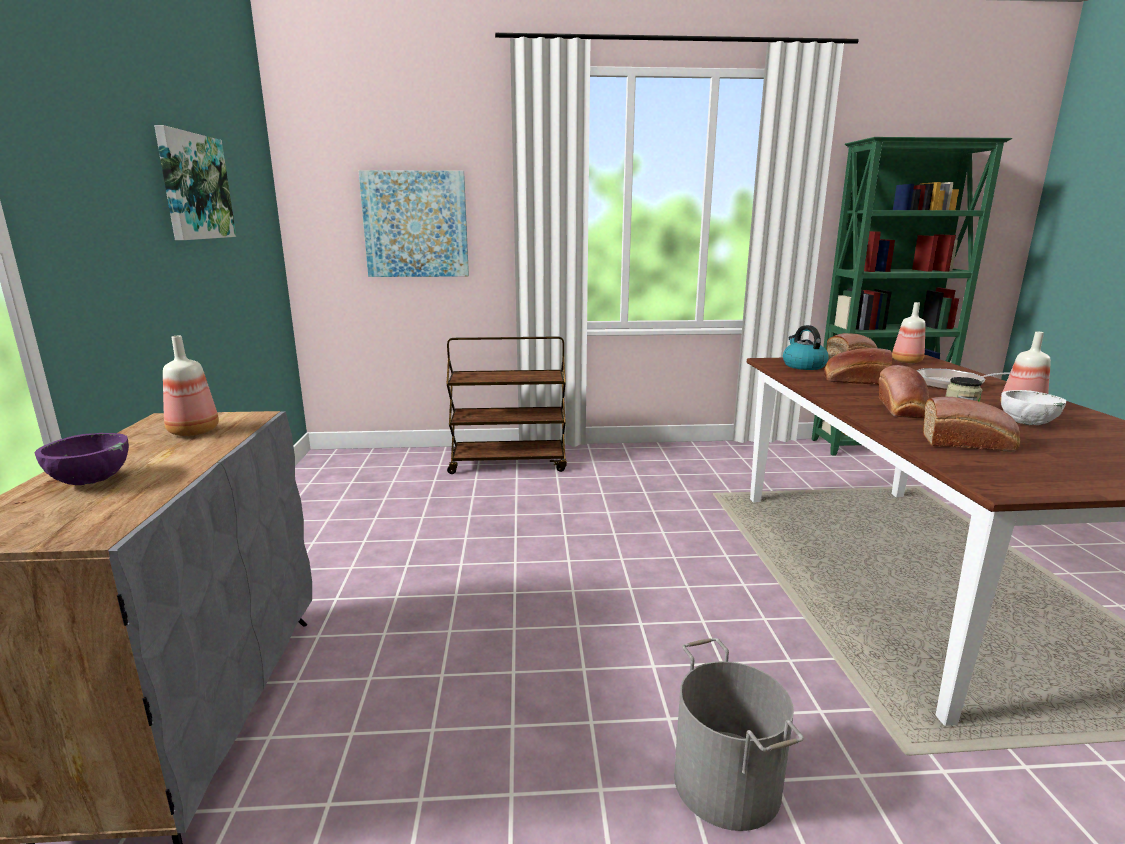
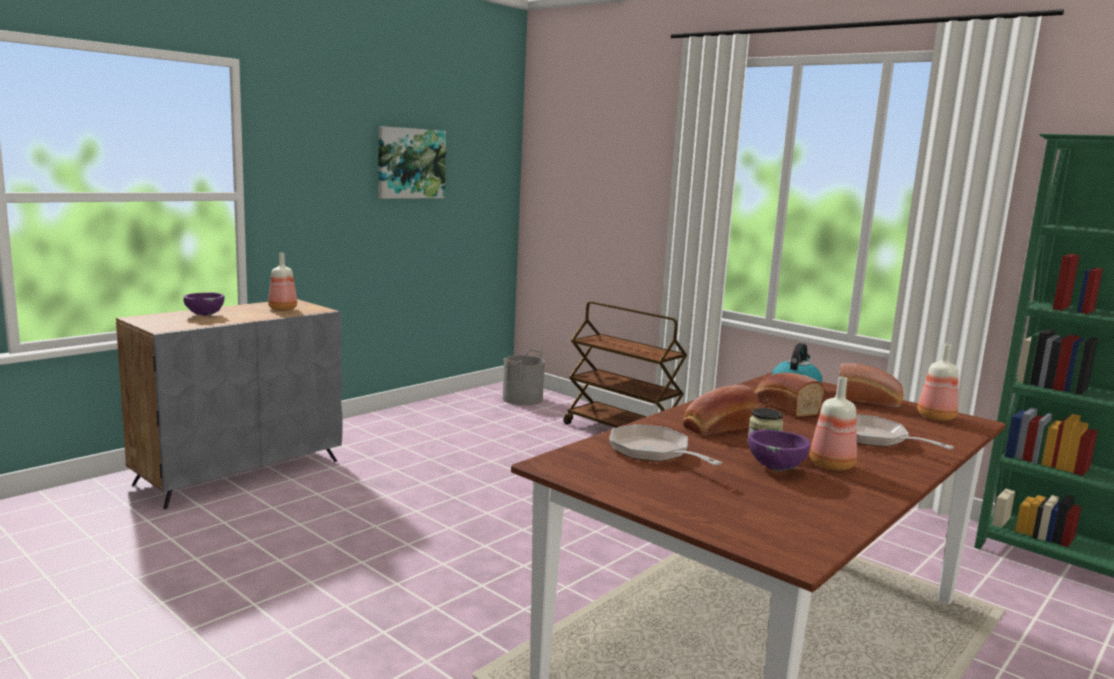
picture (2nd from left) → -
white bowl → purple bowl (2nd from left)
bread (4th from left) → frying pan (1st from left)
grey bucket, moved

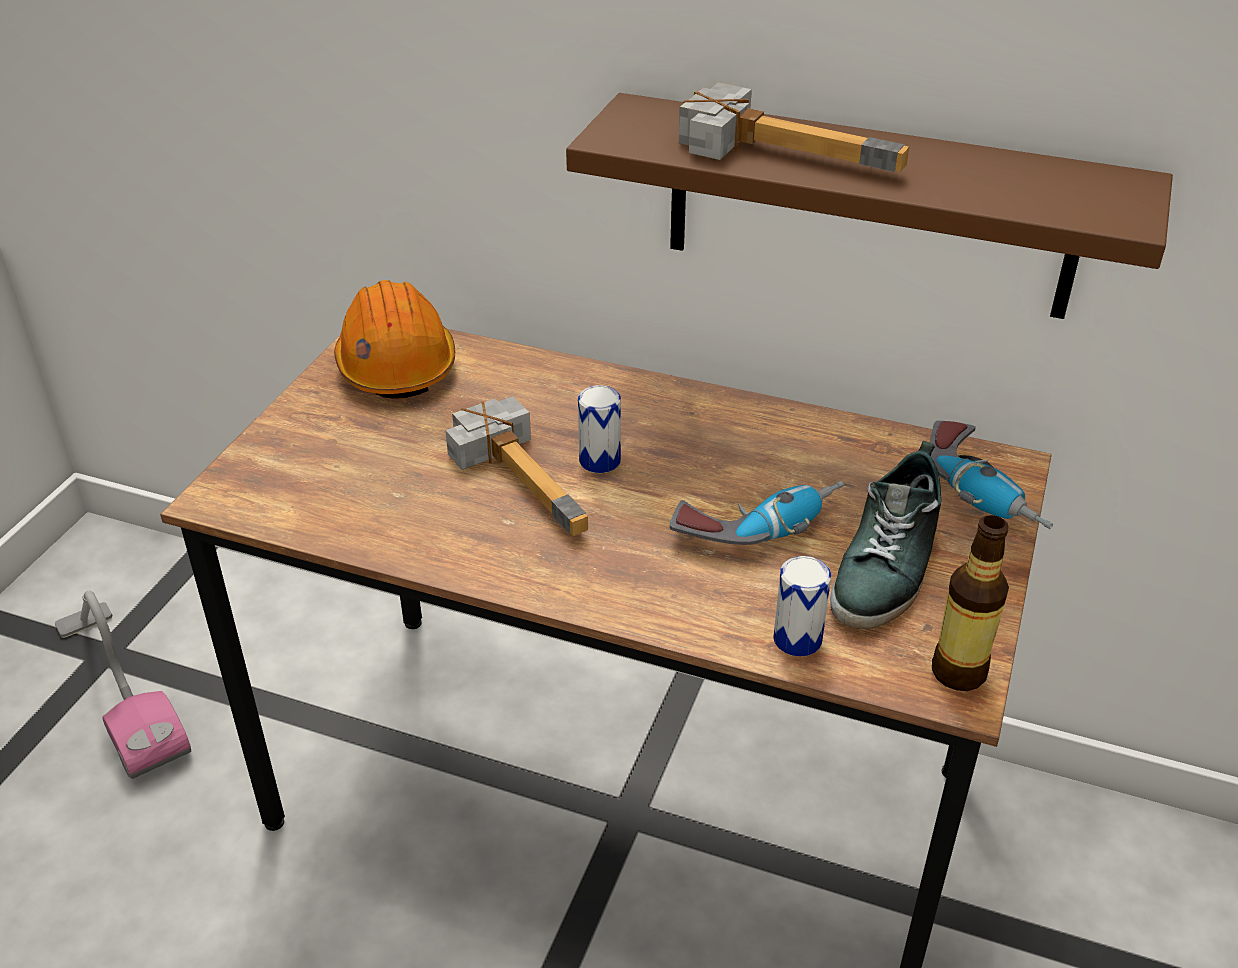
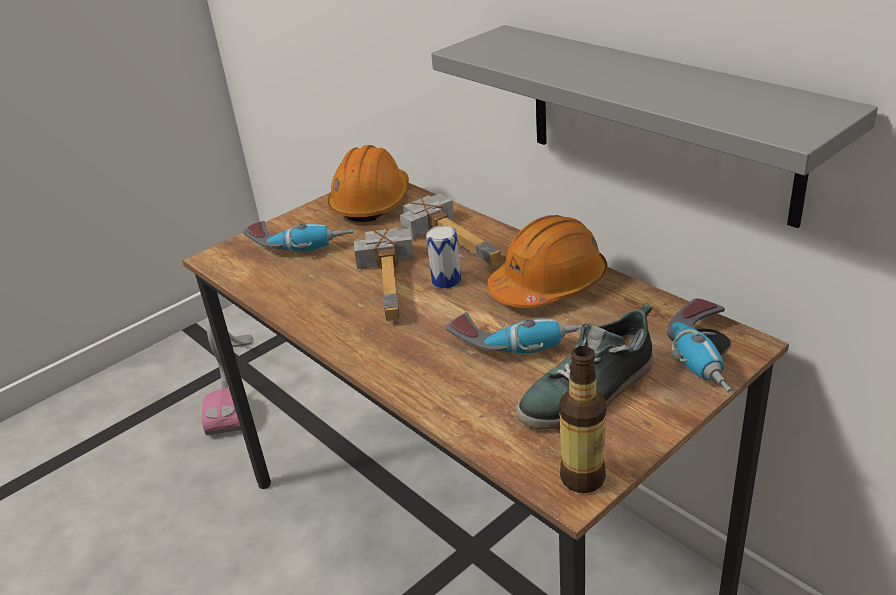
hammer (2nd from left), moved
brown shelf → grey shelf
can (2nd from left) → -
- → orange hard hat (2nd from left)
- → power drill (1st from left)

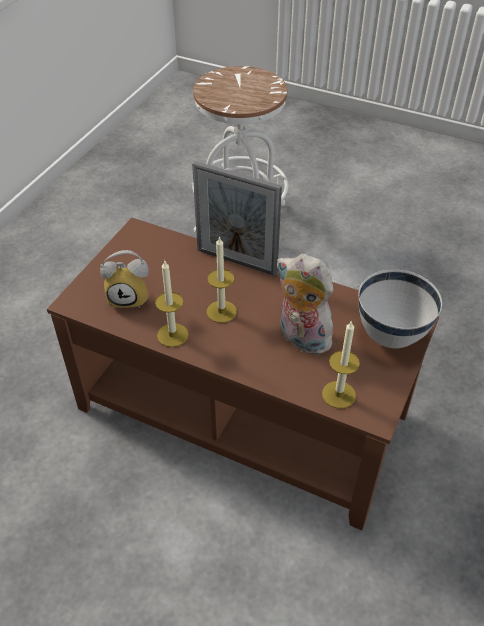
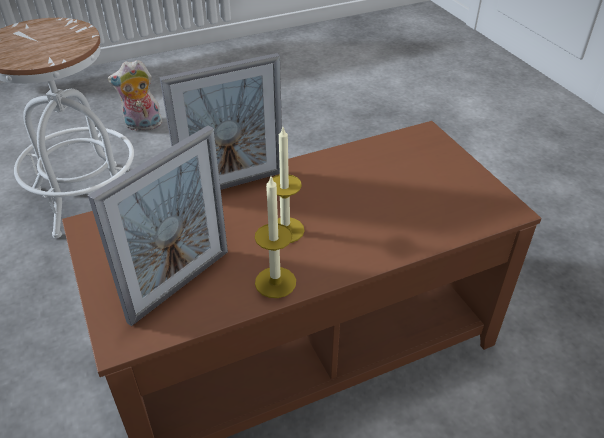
alarm clock → picture frame (1st from left)
plush toy, moved
white bowl → -
candle (3rd from left) → -

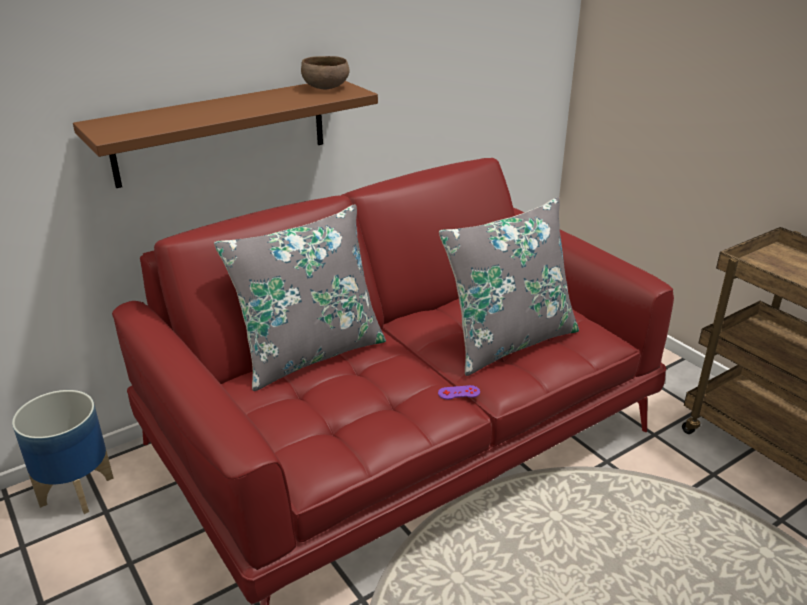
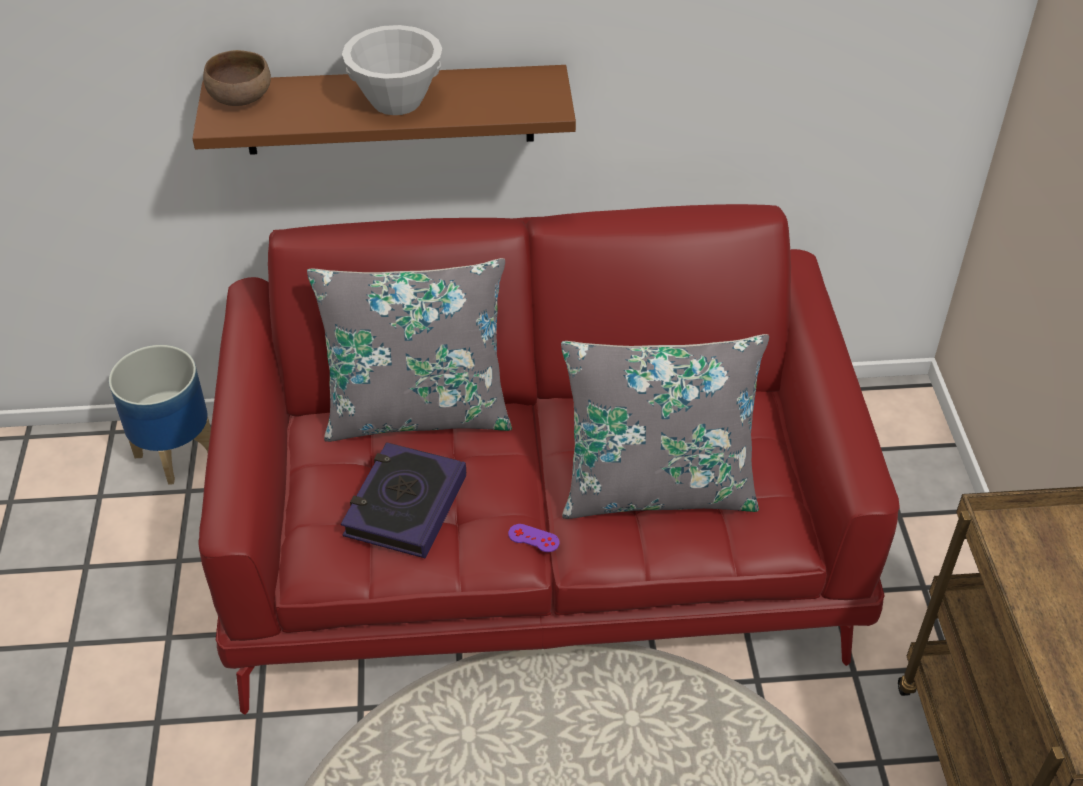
brown bowl, moved
- → white bowl
- → book

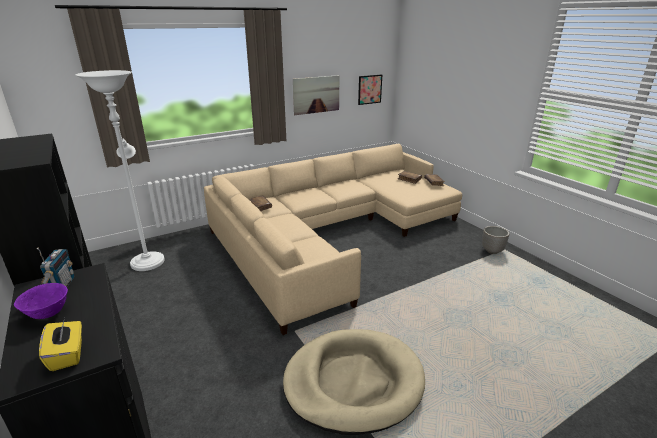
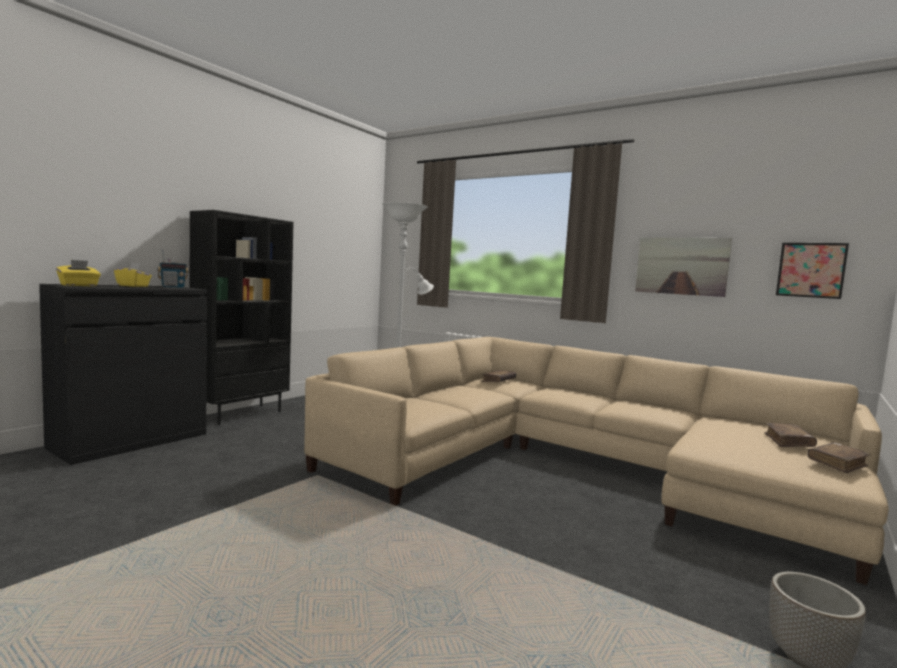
purple bowl → yellow tissue box (2nd from left)
beige dog bed → -

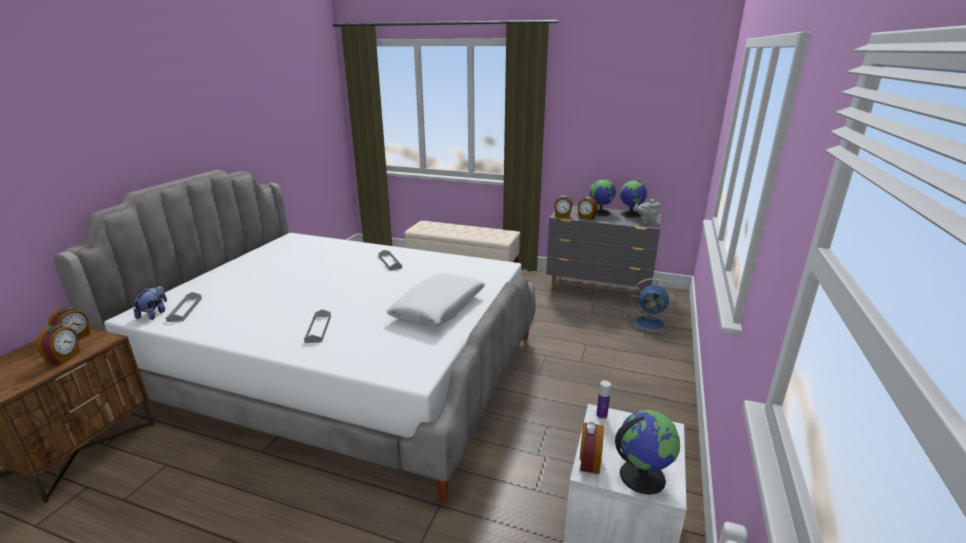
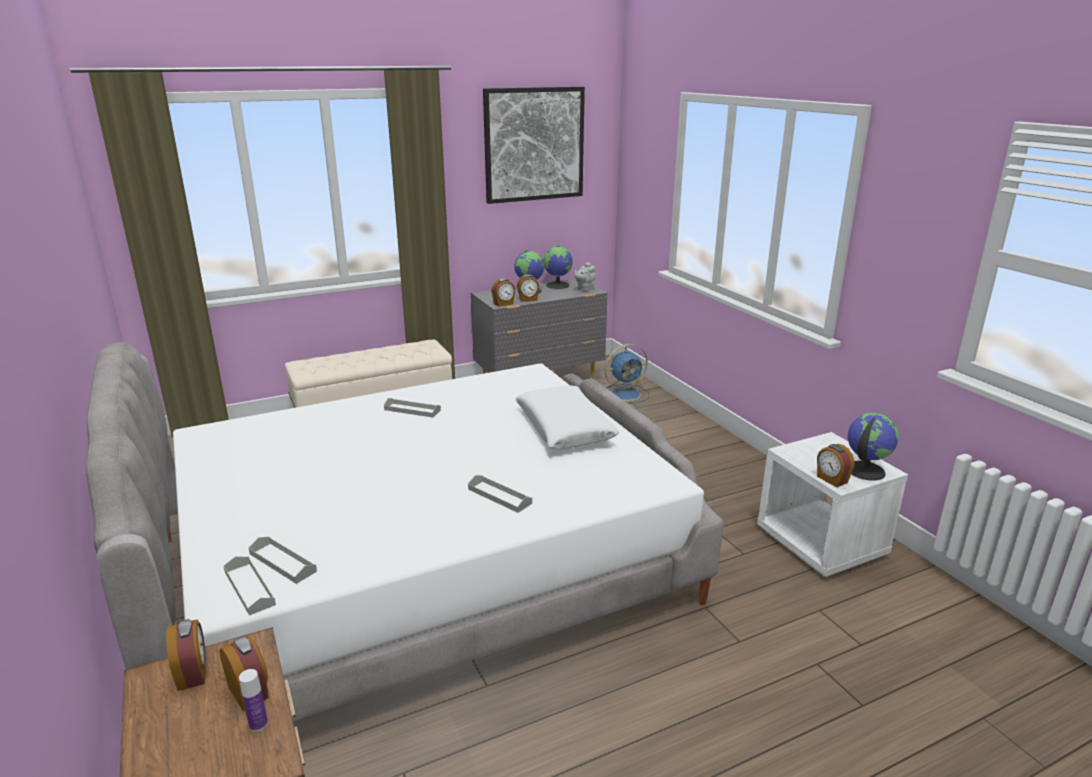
plush toy → grey tray (1st from left)
bottle, moved
- → picture

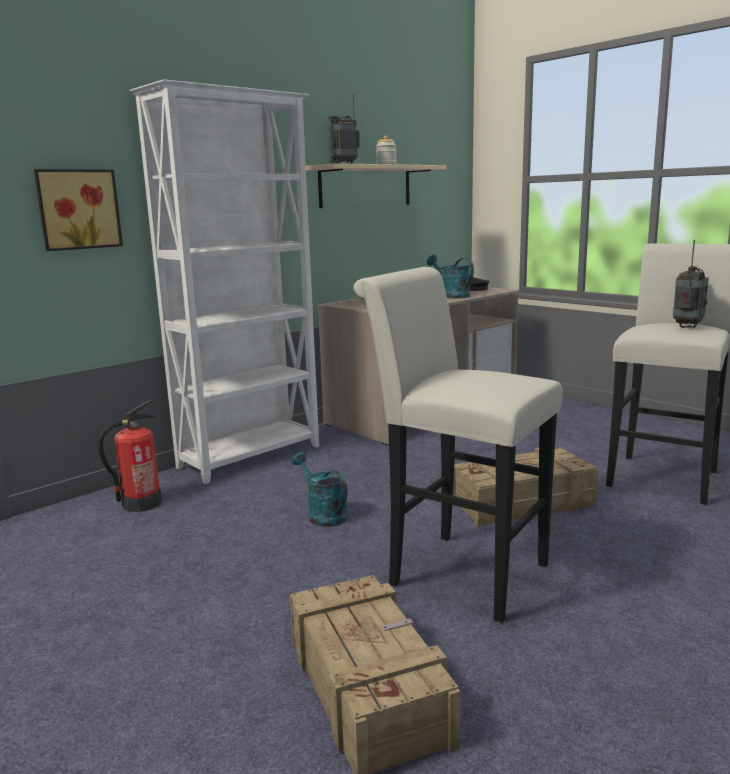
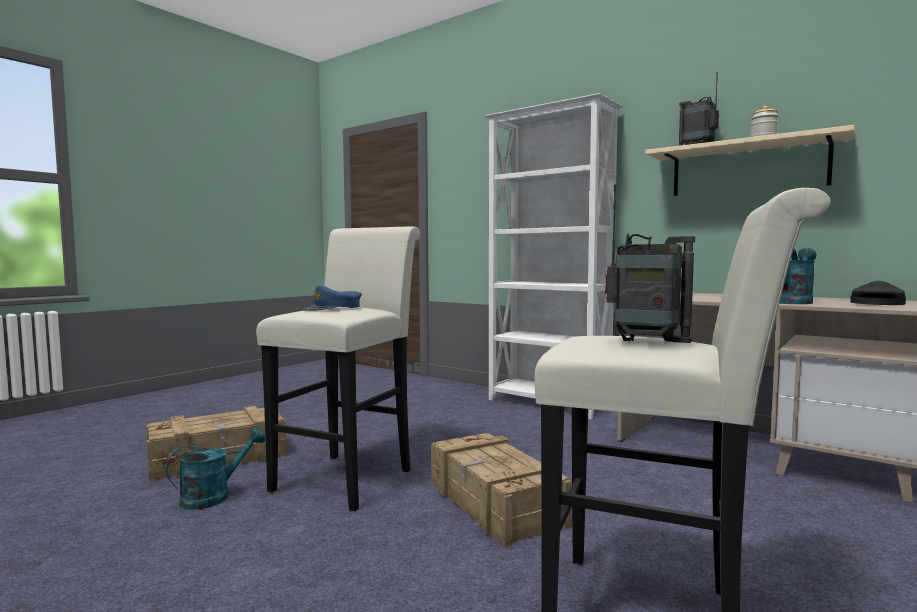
picture → -
fire extinguisher → -
turquoise watering can (1st from left), moved
- → blue cap

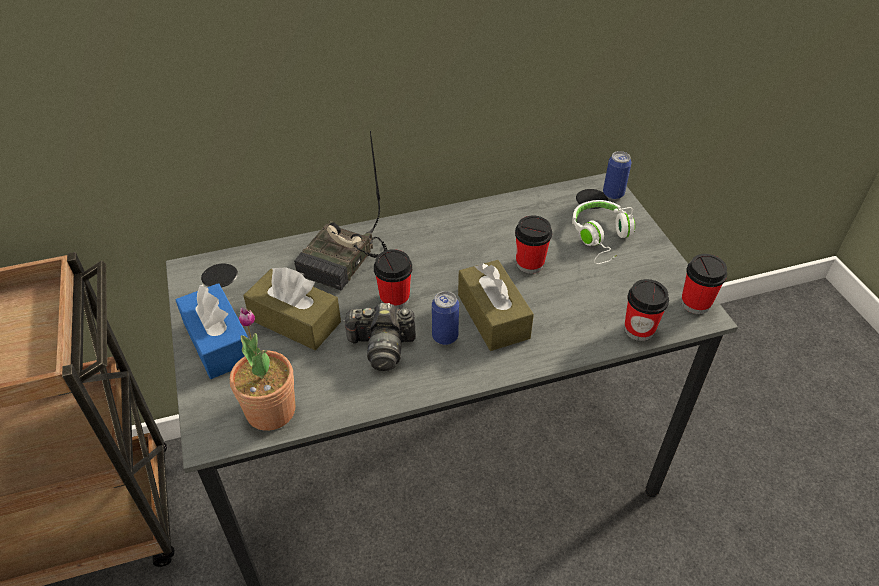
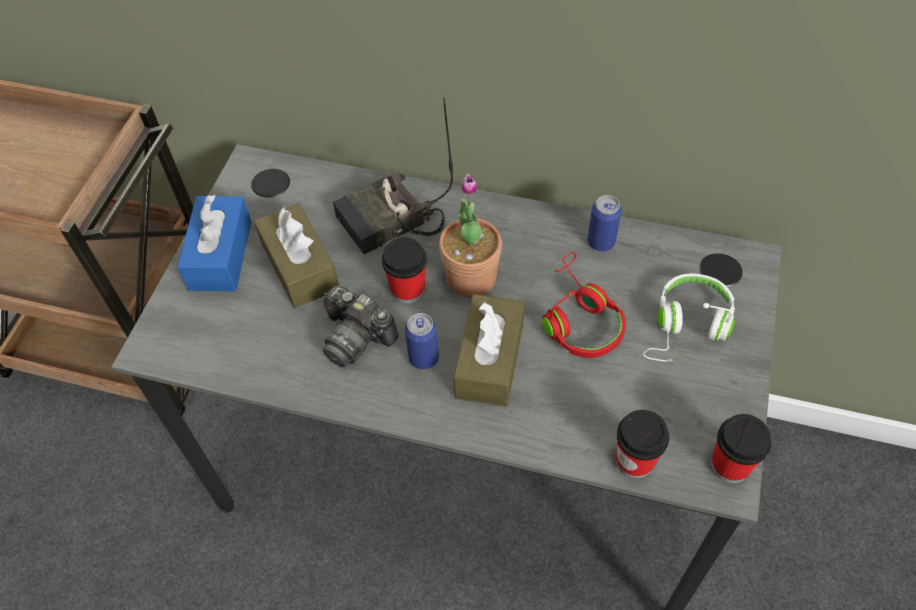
can (2nd from left), moved
cup (2nd from left) → red headphones
potted plant, moved

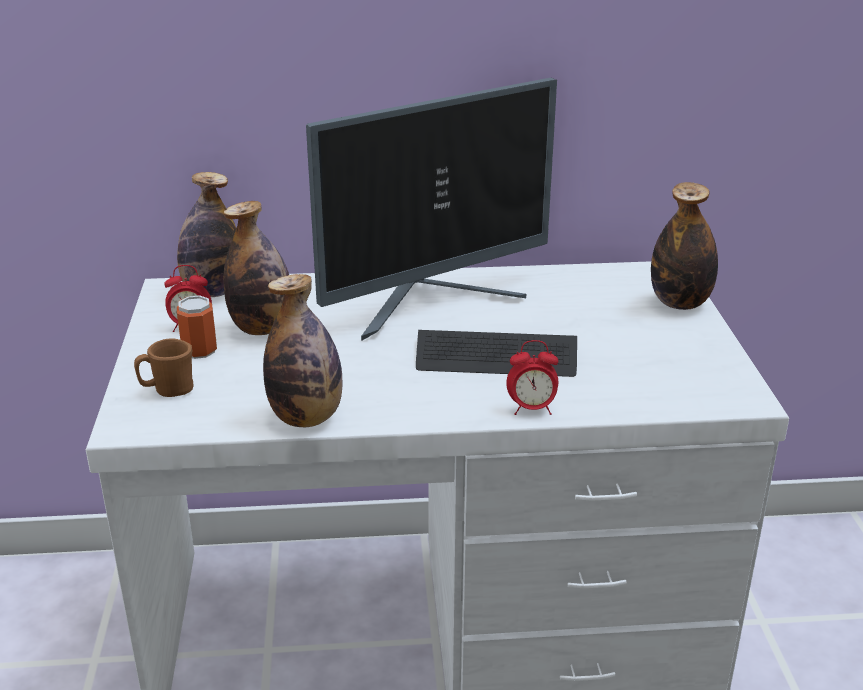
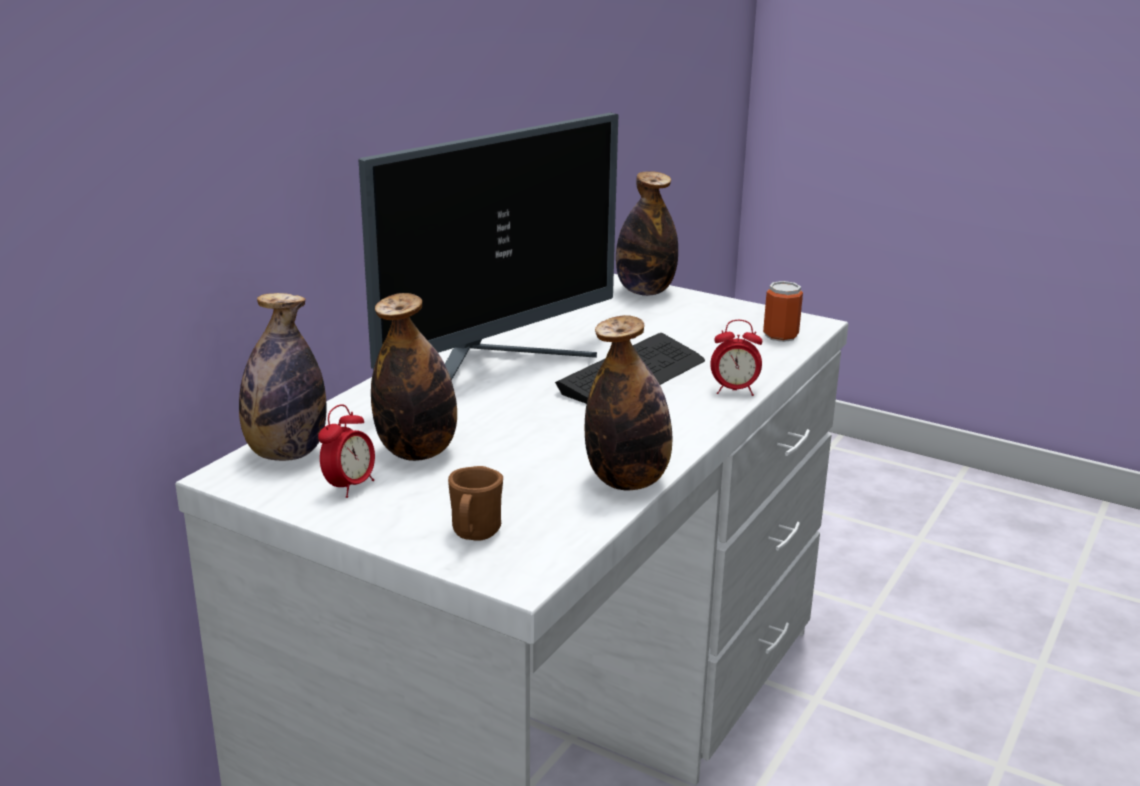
monitor, 45 degrees clockwise
can, moved
alarm clock (2nd from left), 60 degrees clockwise

